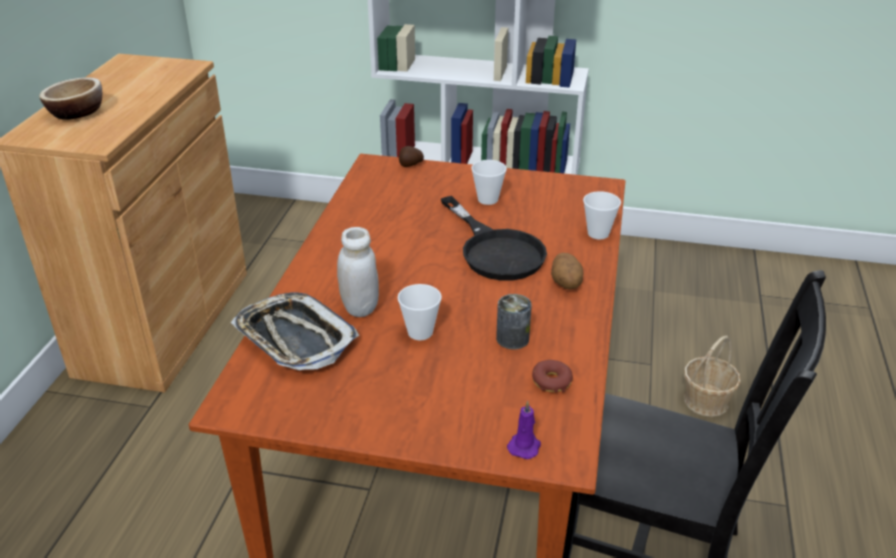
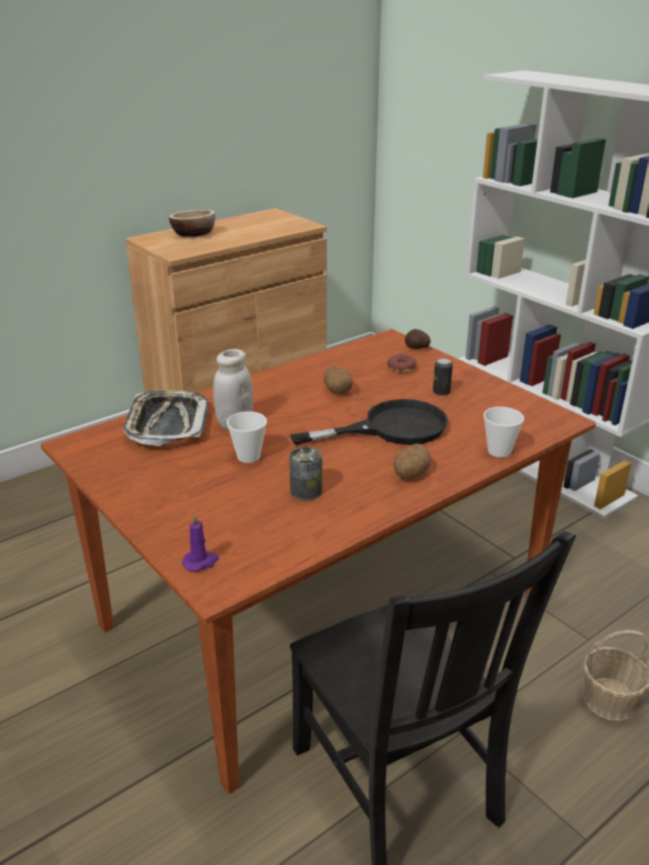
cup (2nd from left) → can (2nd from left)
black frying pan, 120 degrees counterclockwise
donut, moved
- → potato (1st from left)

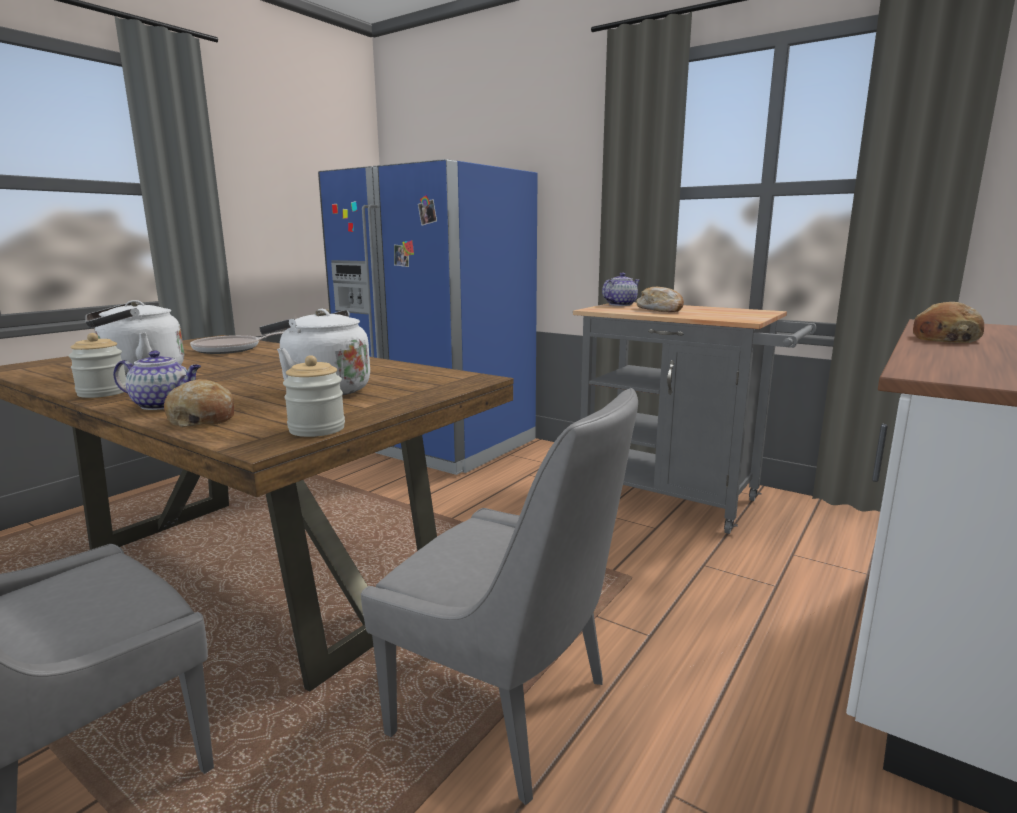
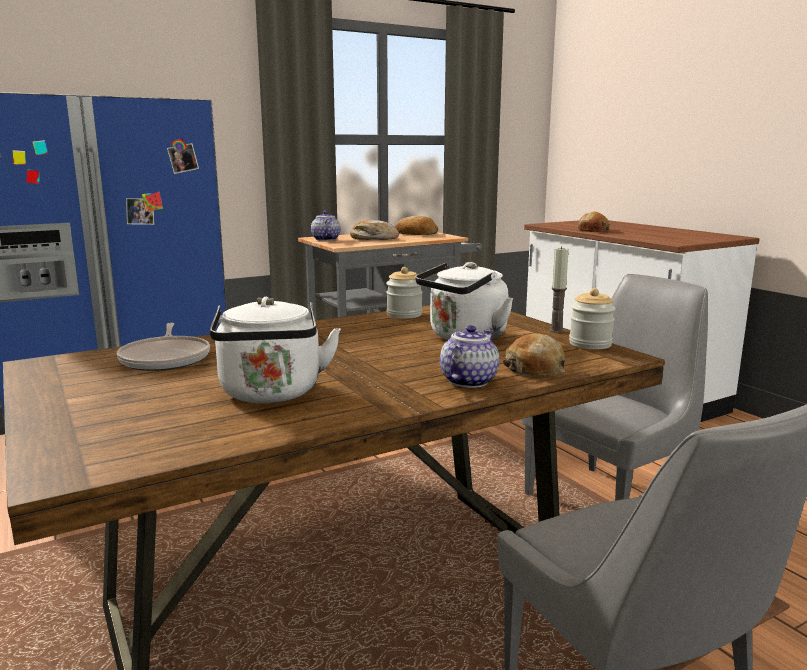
jar (1st from left), moved
- → bread (2nd from left)
- → candle

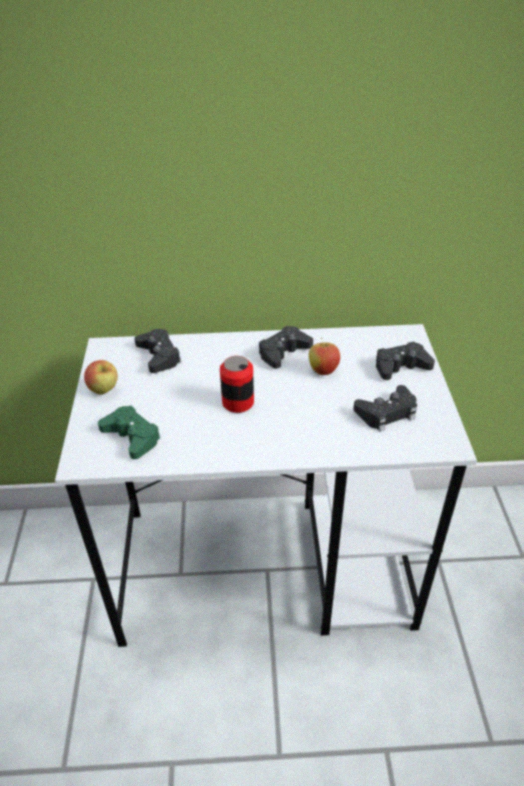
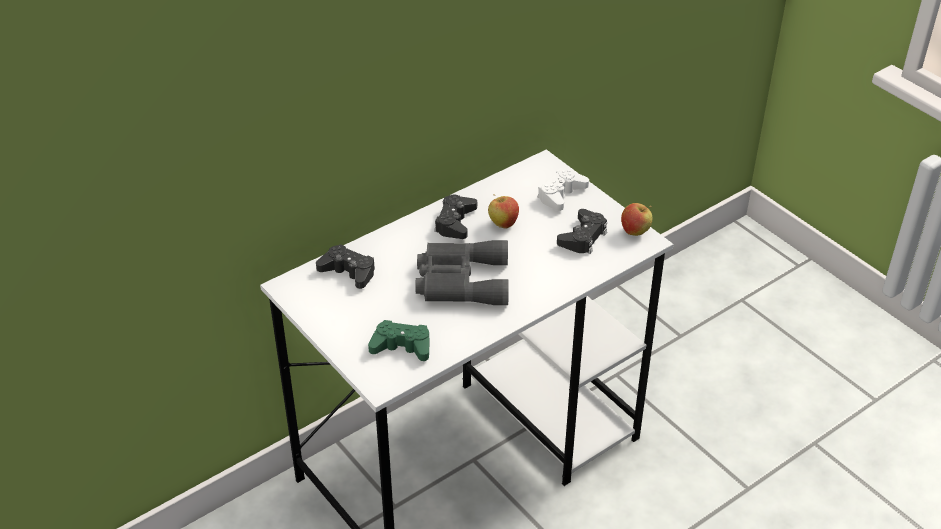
black game controller (4th from left) → white game controller
can → grey binoculars
apple (1st from left in the first image) → apple (2nd from left), moved

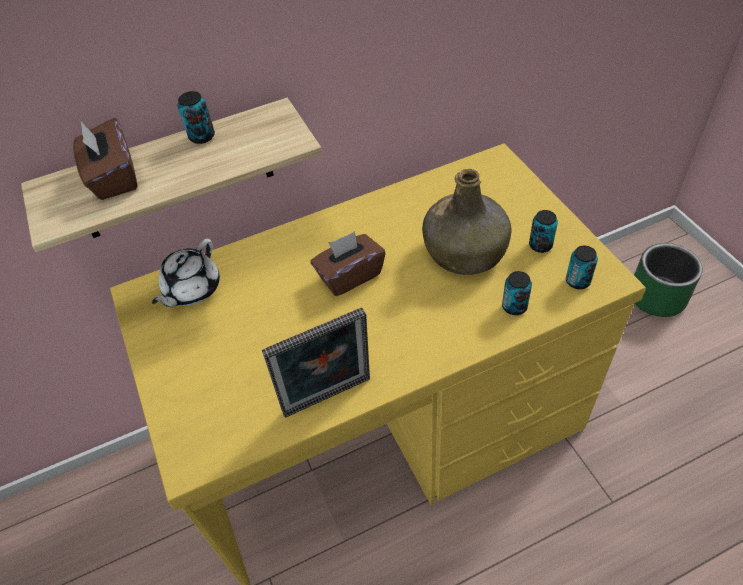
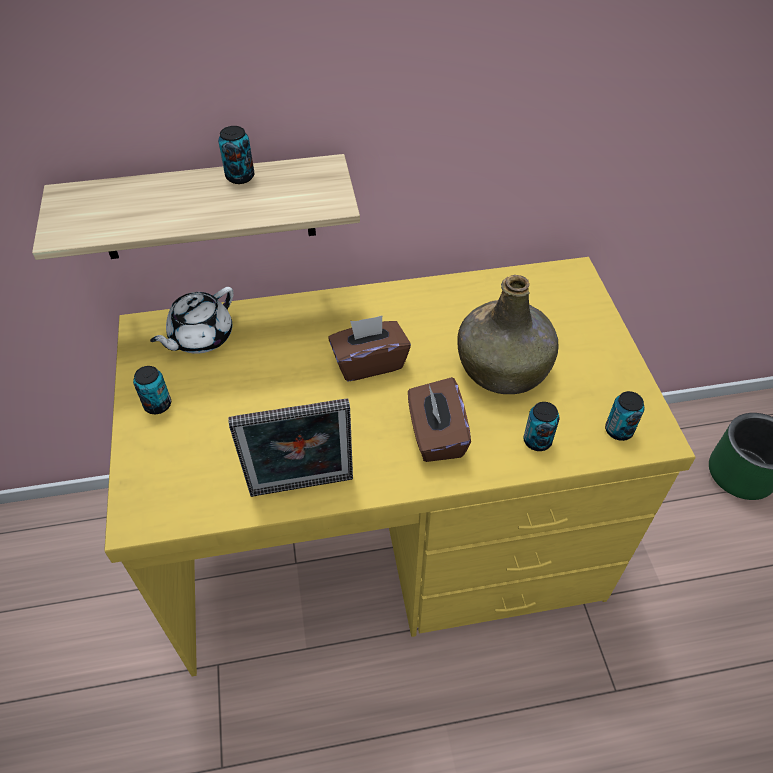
brown tissue box (1st from left in the first image) → brown tissue box (2nd from left), moved
can (3rd from left in the first image) → can (1st from left), moved

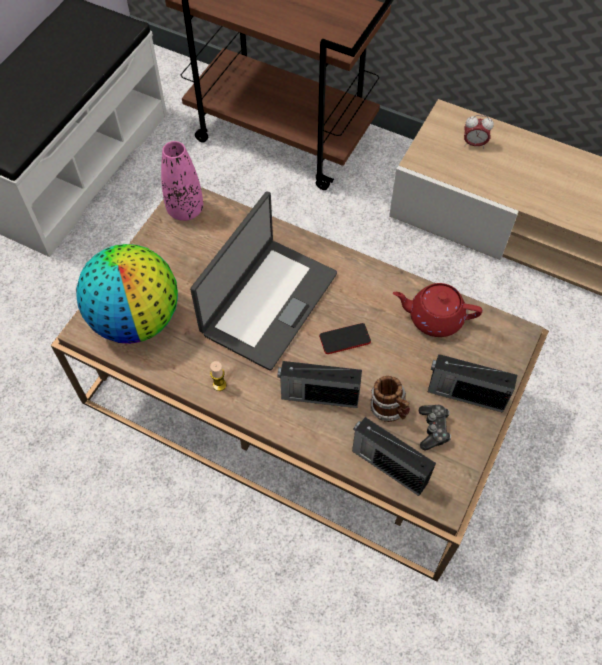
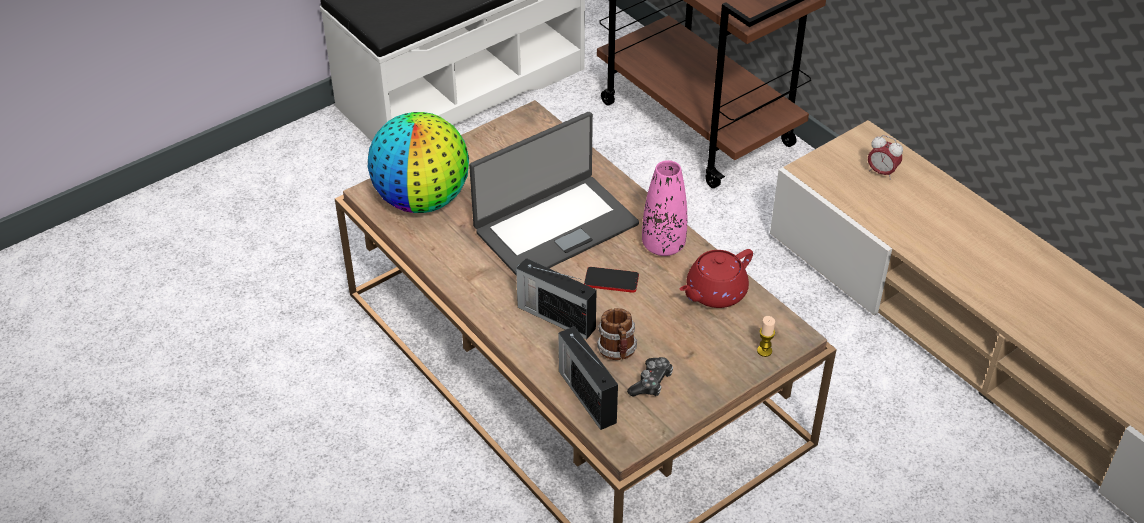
pink vase, moved
red teapot, 75 degrees counterclockwise
radio (3rd from left) → -
candle, moved

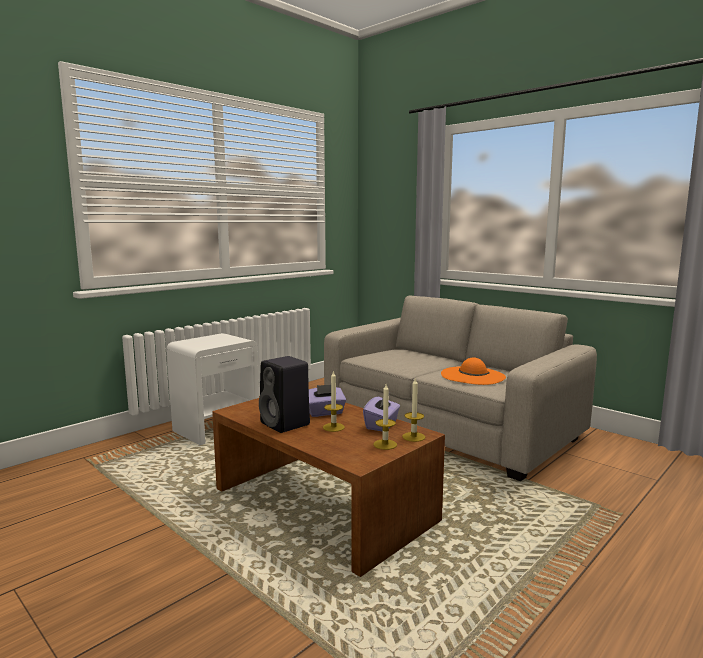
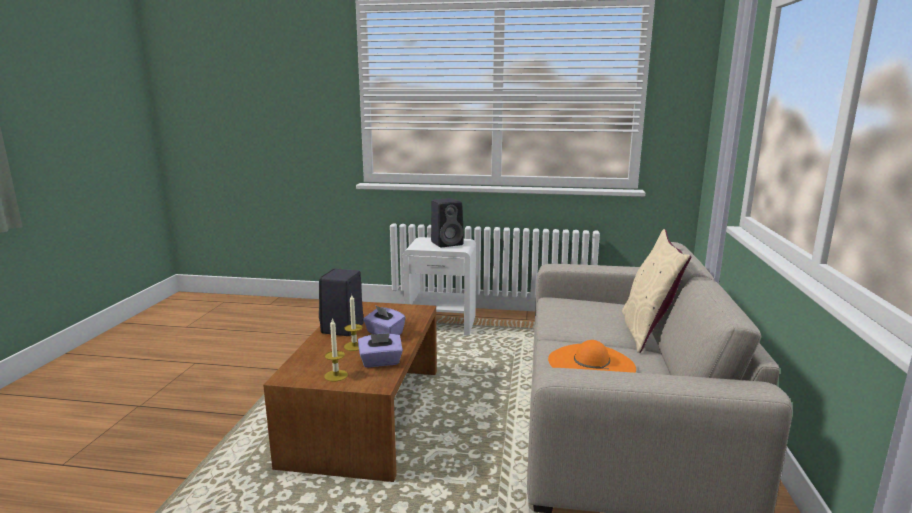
candle (3rd from left) → -
- → black speaker (2nd from left)
- → beige pillow

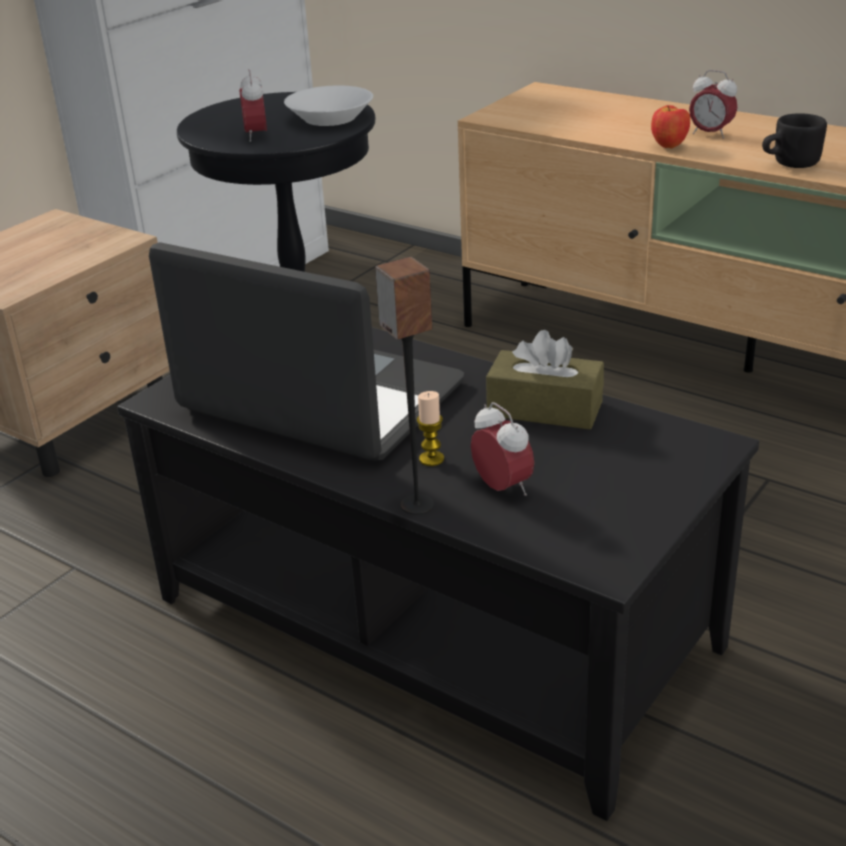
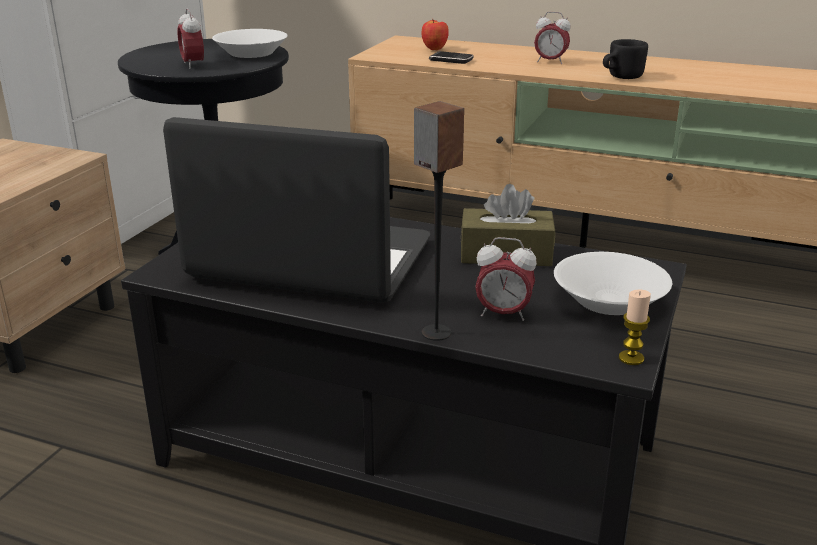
apple, moved
candle, moved
alarm clock (2nd from left), 150 degrees clockwise
- → phone
- → white bowl (2nd from left)

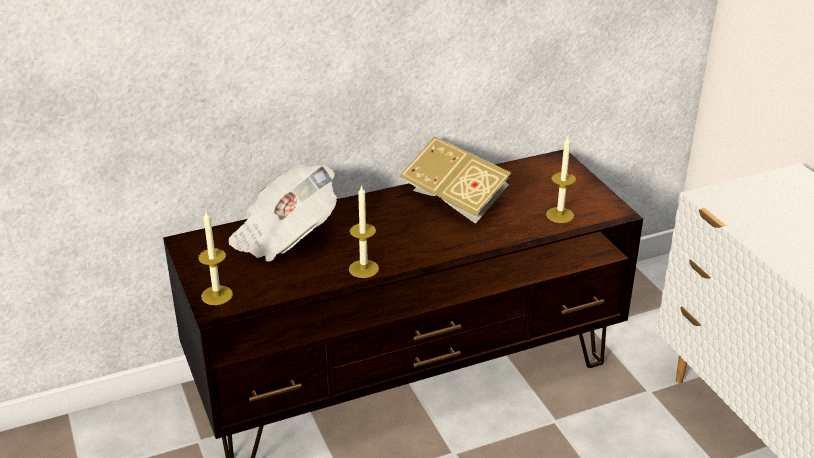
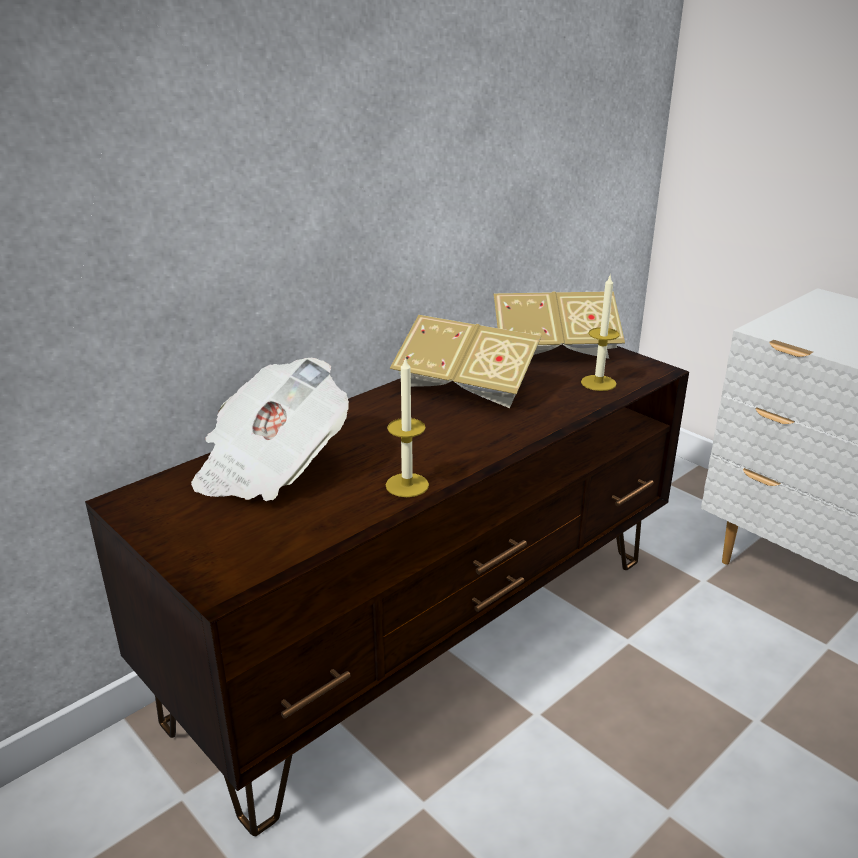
candle (1st from left) → -
- → book (2nd from left)

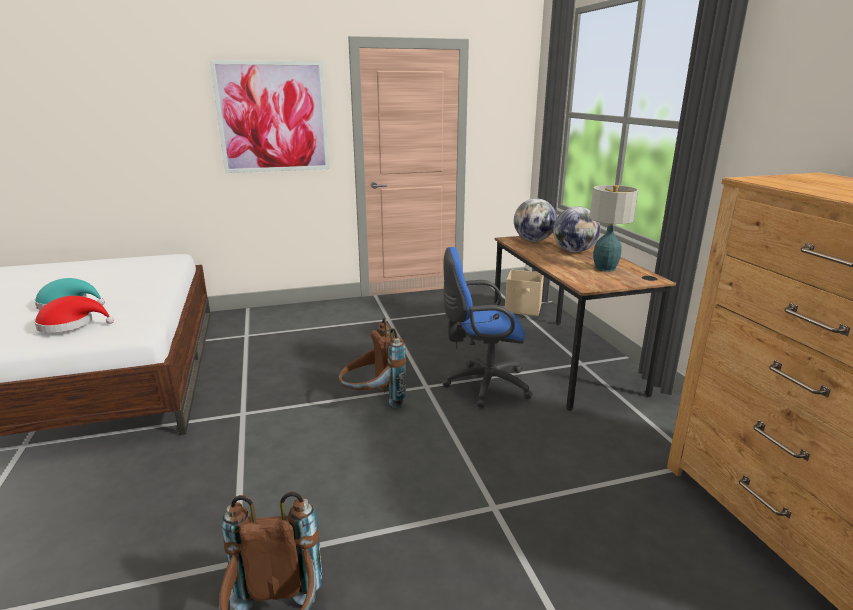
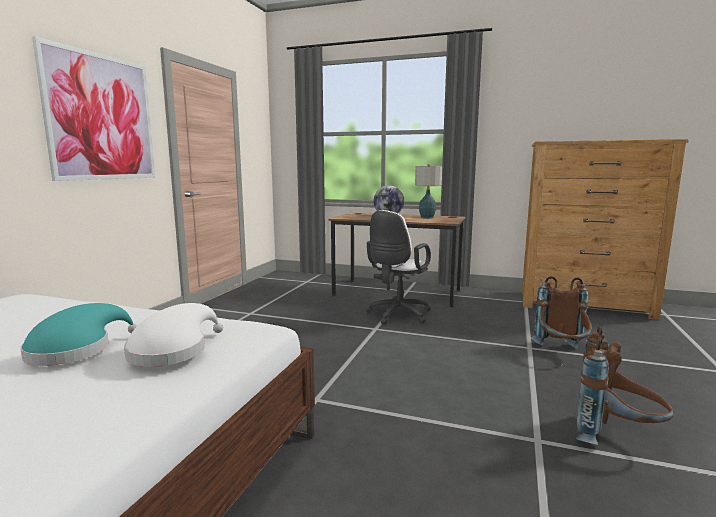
globe (1st from left) → -
blue office chair → white office chair
beige storage box → -
red hat → white hat
brown backpack (2nd from left in the first image) → brown backpack (1st from left), moved

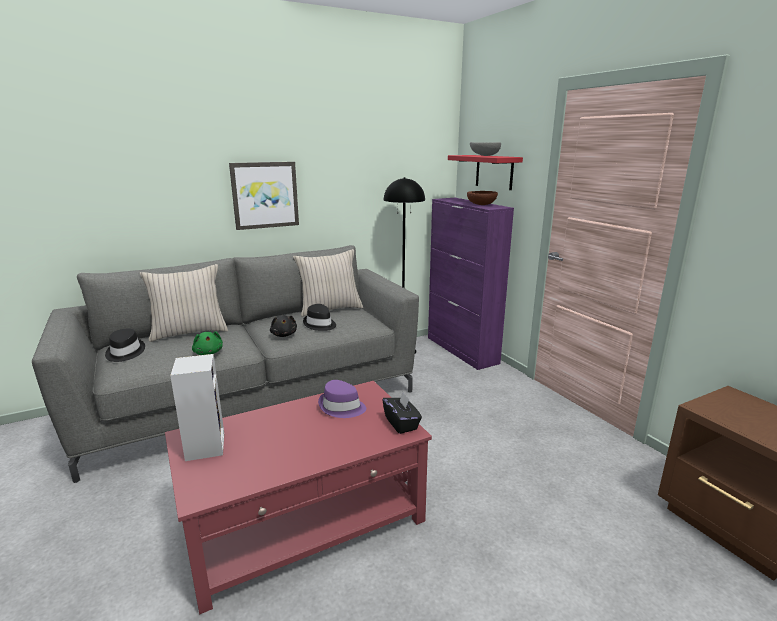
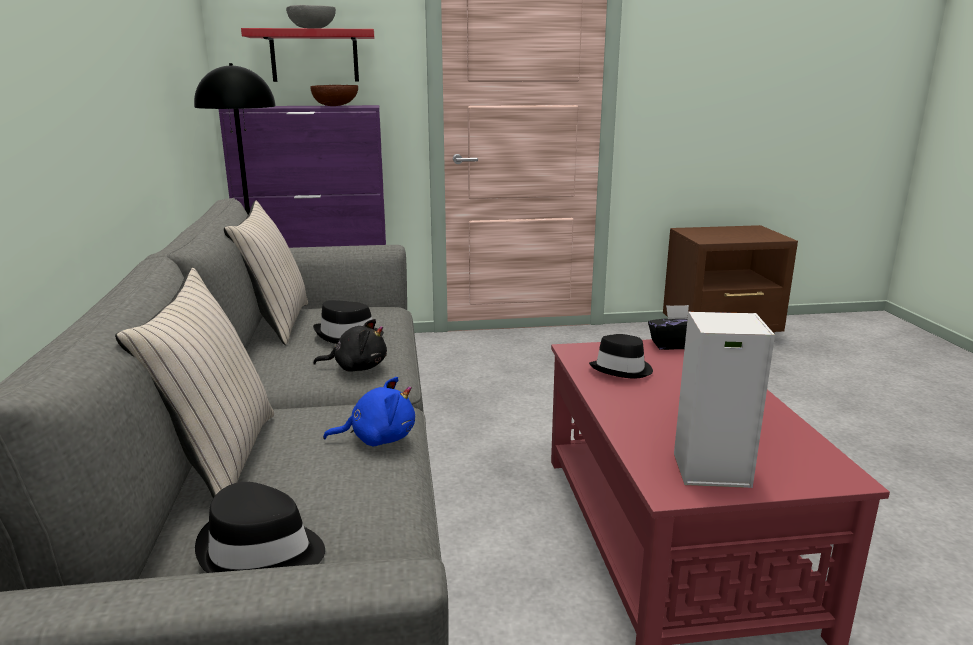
picture → -
green plush toy → blue plush toy
purple hat → black hat (3rd from left)

